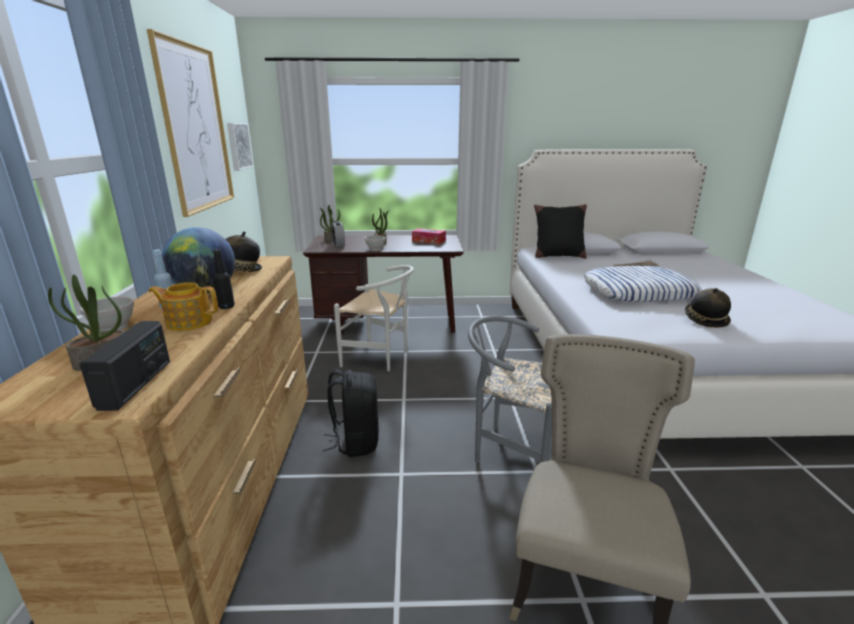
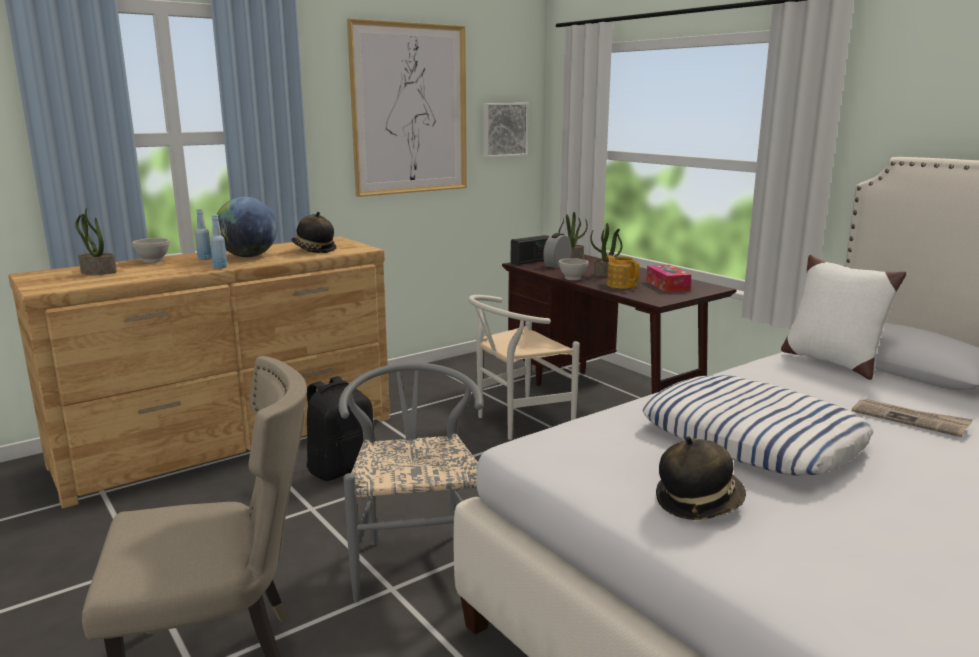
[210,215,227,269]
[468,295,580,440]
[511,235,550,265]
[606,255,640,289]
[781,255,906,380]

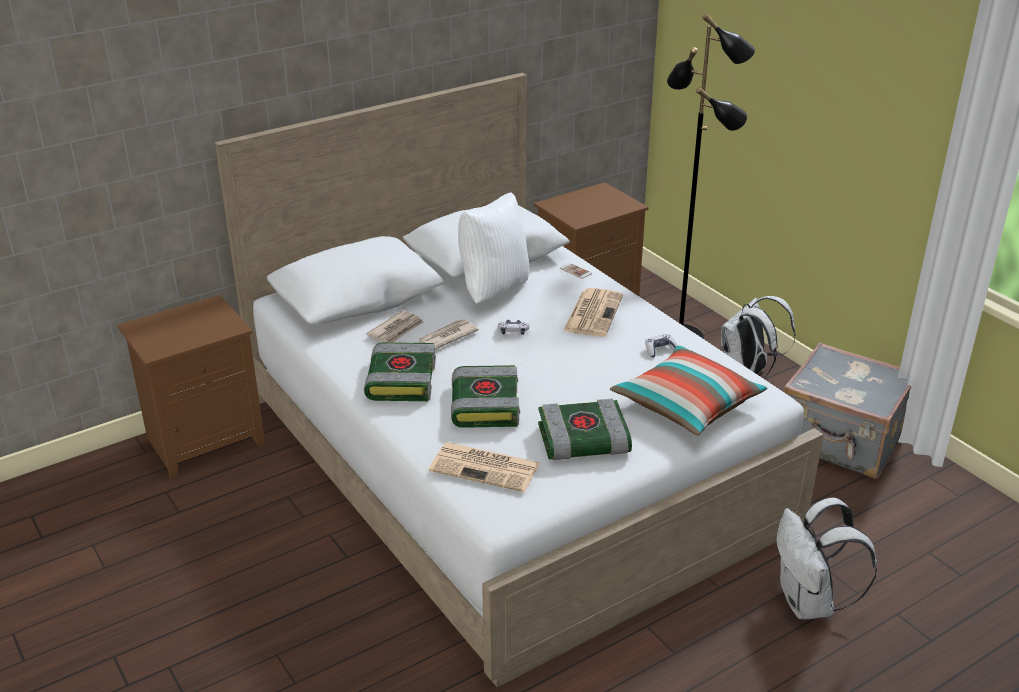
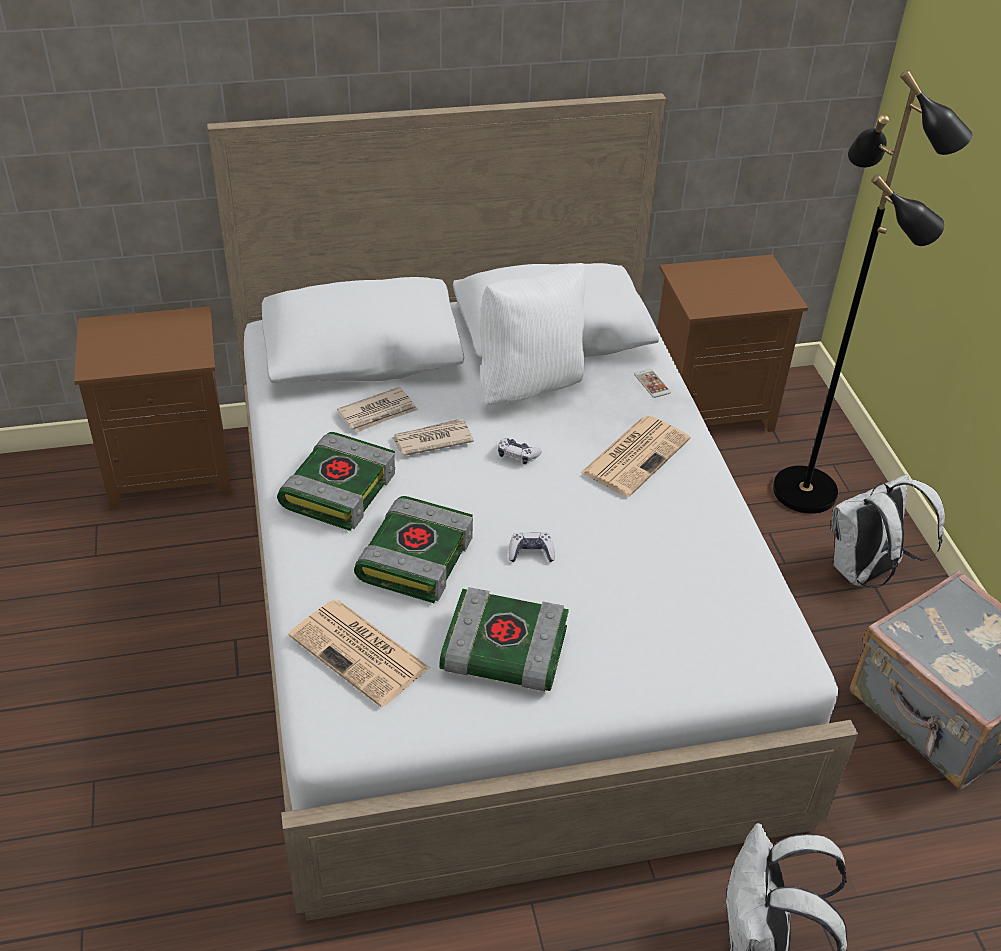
[509,532,555,562]
[610,345,768,435] (first image)

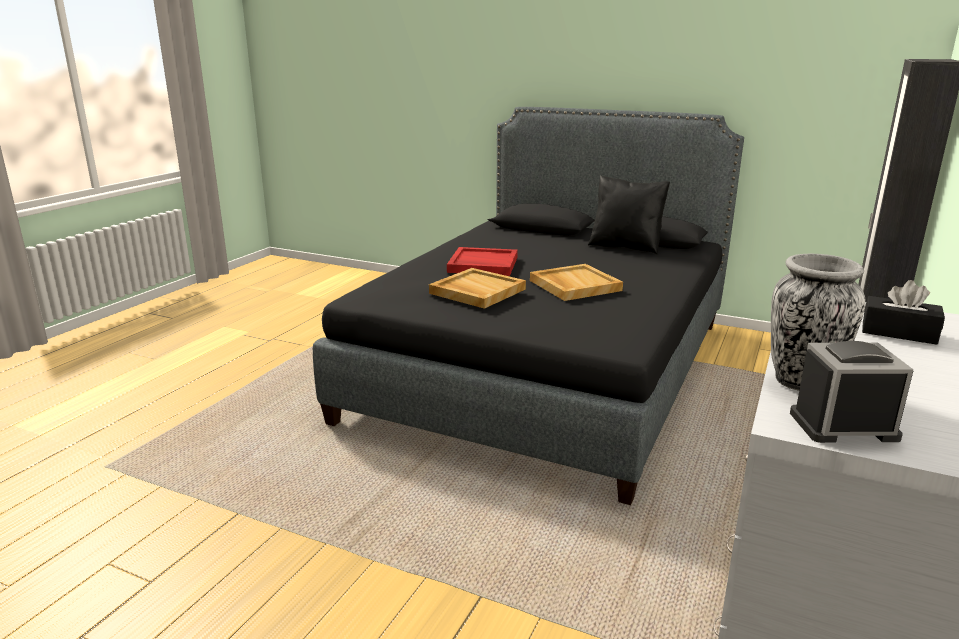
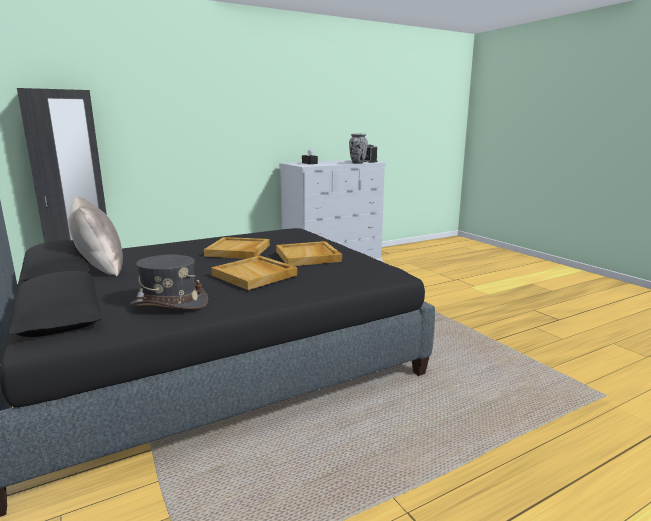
[68,197,123,277]
[130,255,208,309]
[211,255,297,290]

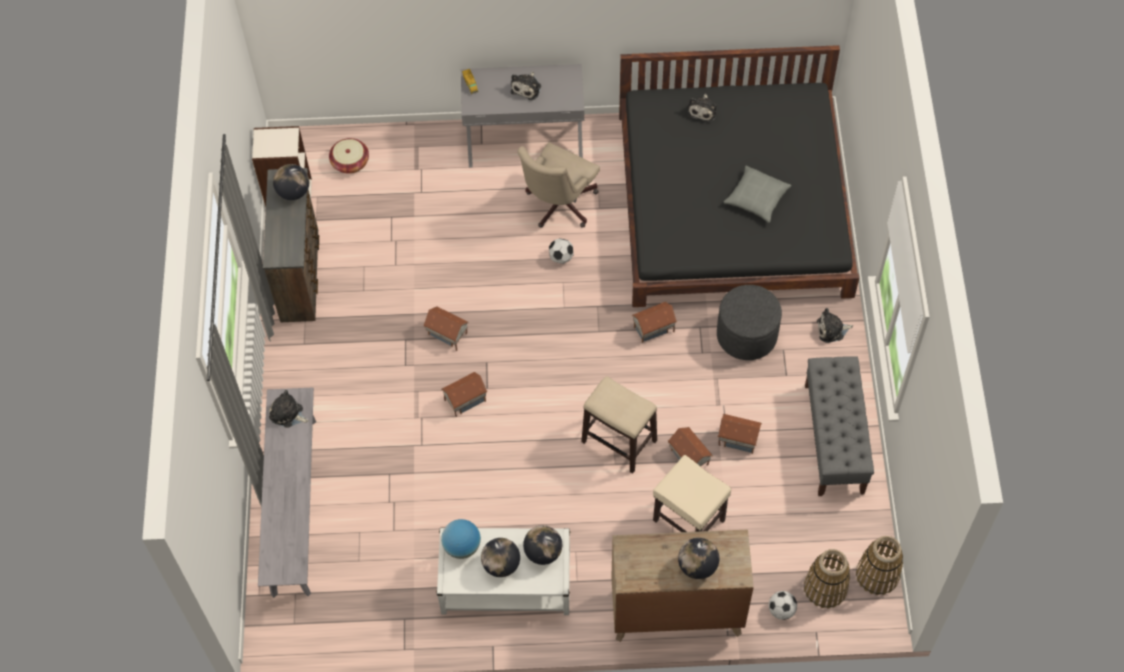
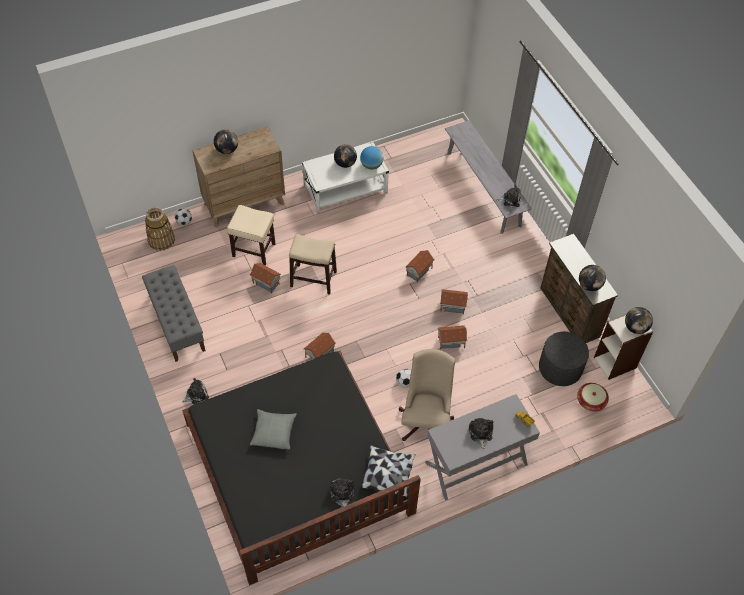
[360,445,416,497]
[438,325,468,349]
[539,332,589,386]
[625,307,653,334]
[856,536,903,595] (first image)

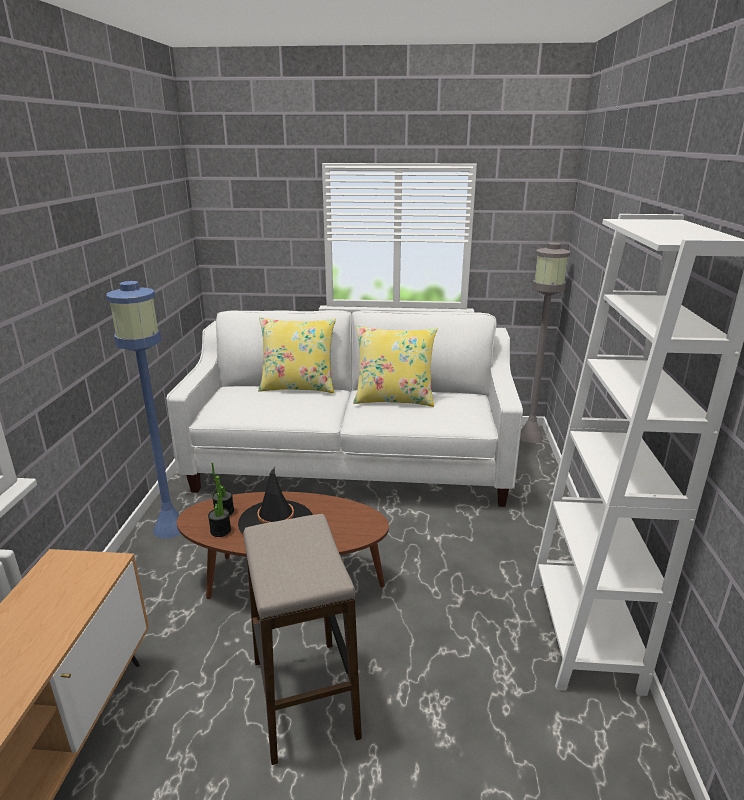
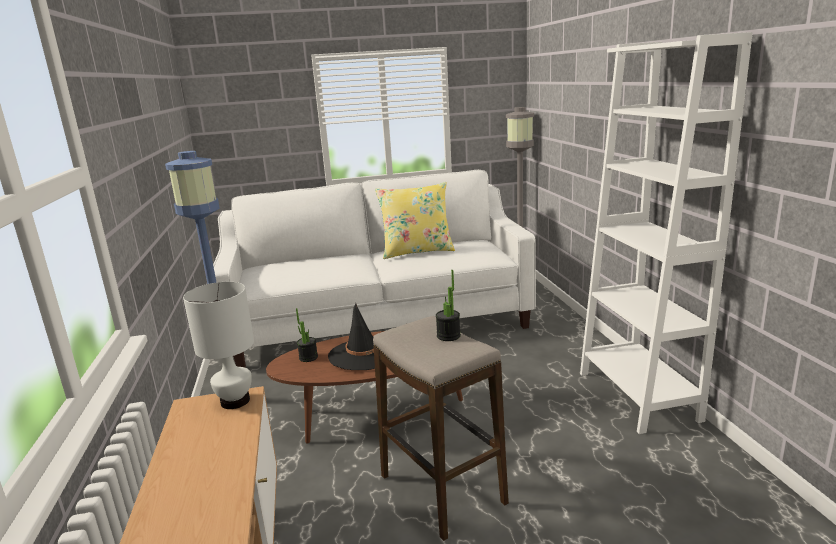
[183,282,254,409]
[436,270,461,341]
[258,317,336,393] (first image)

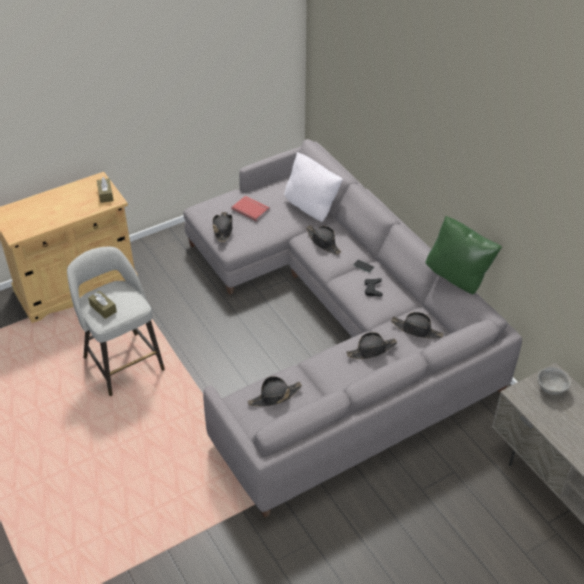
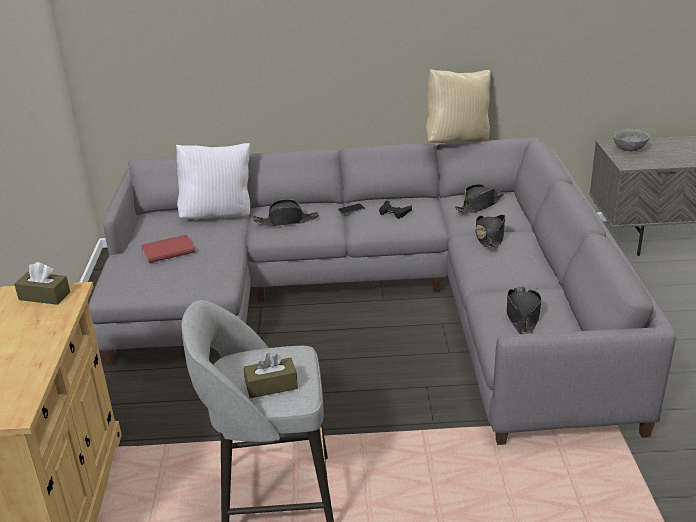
[426,69,491,143]
[212,212,232,242] (first image)

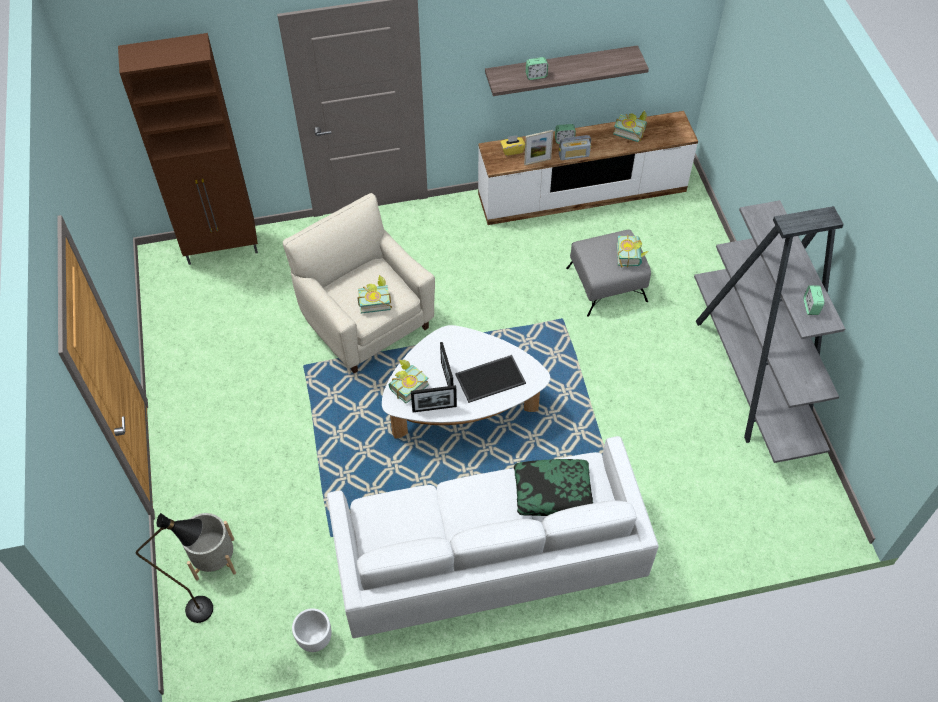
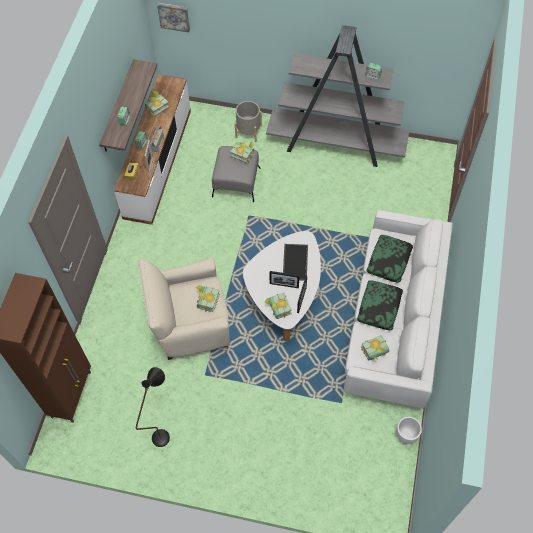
[136,367,170,447]
[157,3,190,32]
[235,101,262,142]
[357,280,403,330]
[361,335,389,360]

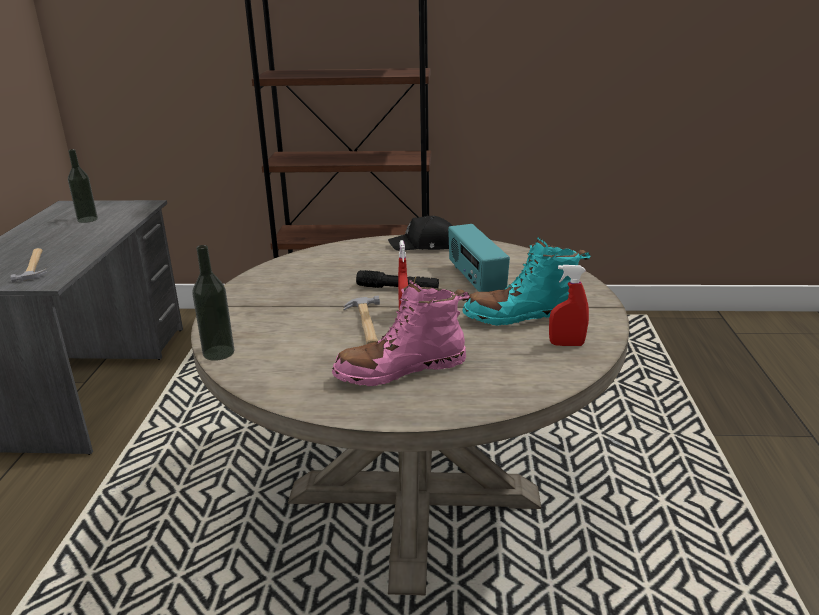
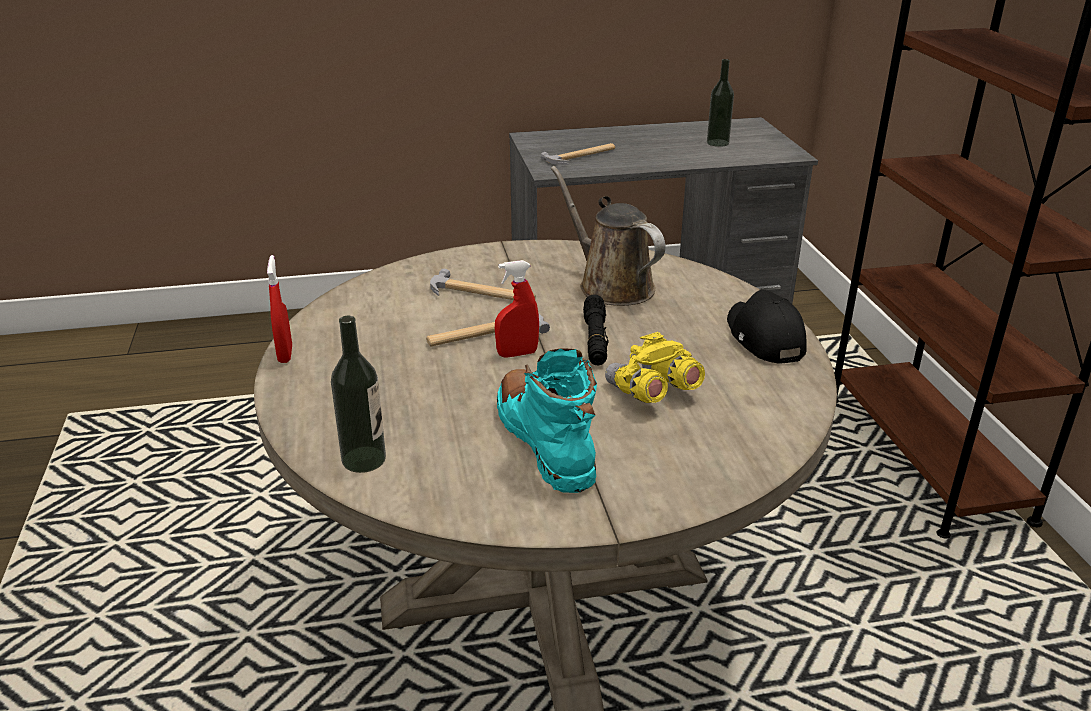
[267,255,292,363]
[331,316,386,473]
[430,269,536,300]
[551,166,665,306]
[605,332,705,403]
[332,280,470,386] (first image)

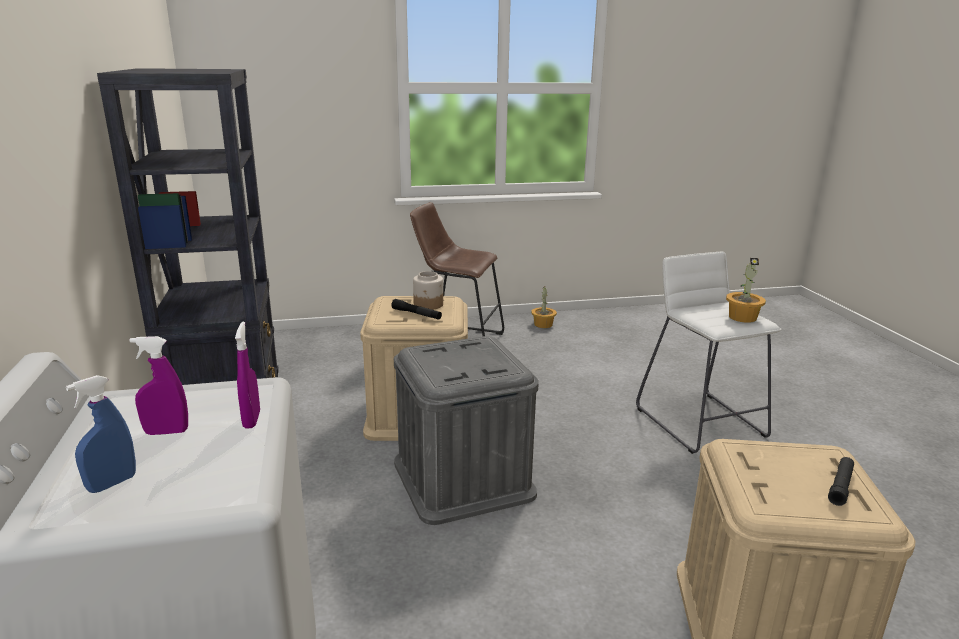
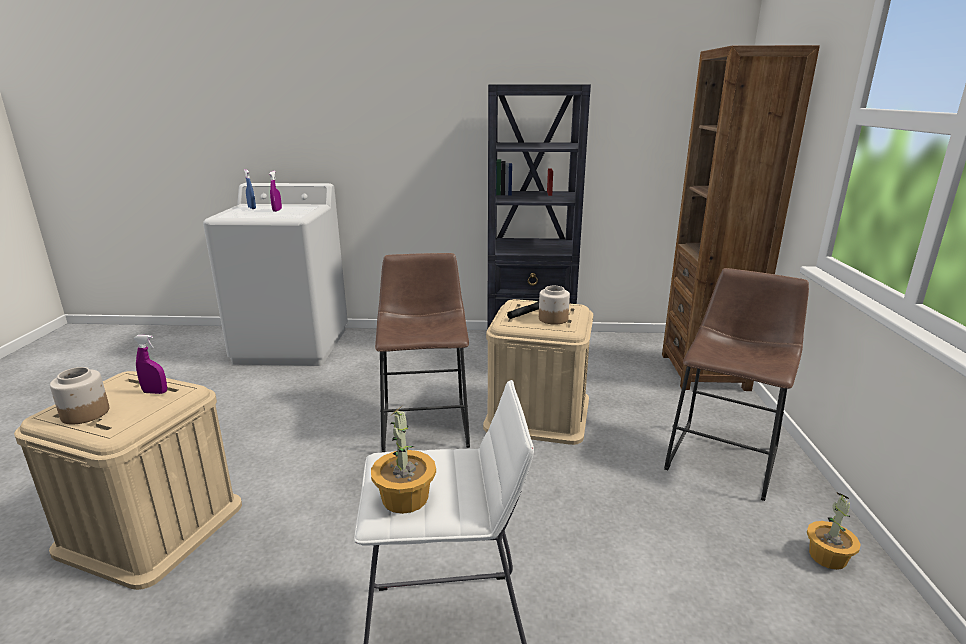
[50,367,109,424]
[133,335,167,394]
[375,253,470,452]
[662,45,820,391]

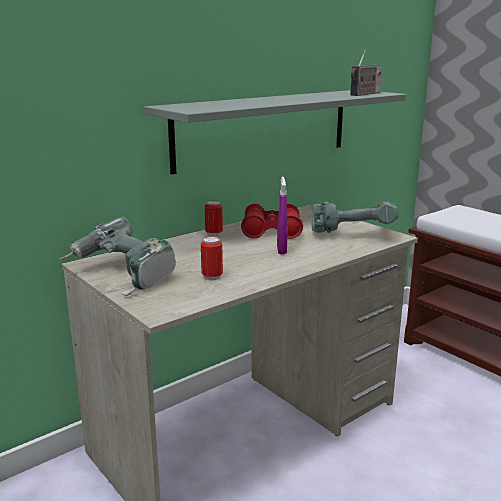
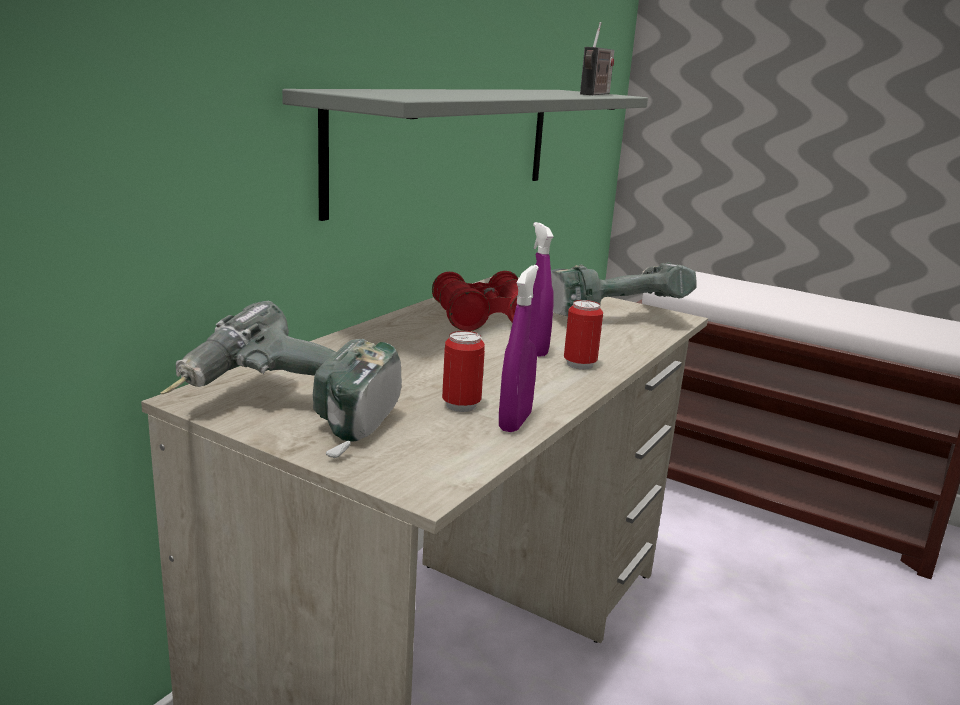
[499,265,539,432]
[564,300,603,370]

